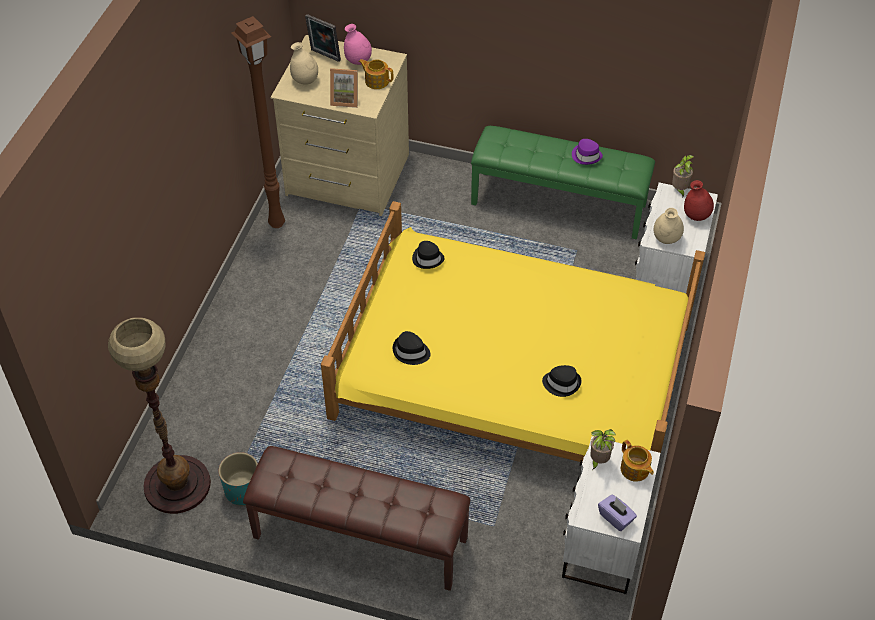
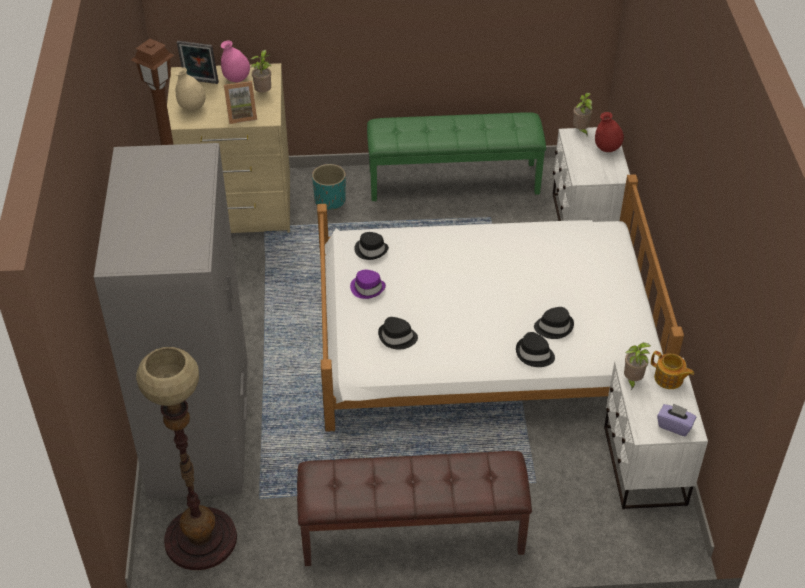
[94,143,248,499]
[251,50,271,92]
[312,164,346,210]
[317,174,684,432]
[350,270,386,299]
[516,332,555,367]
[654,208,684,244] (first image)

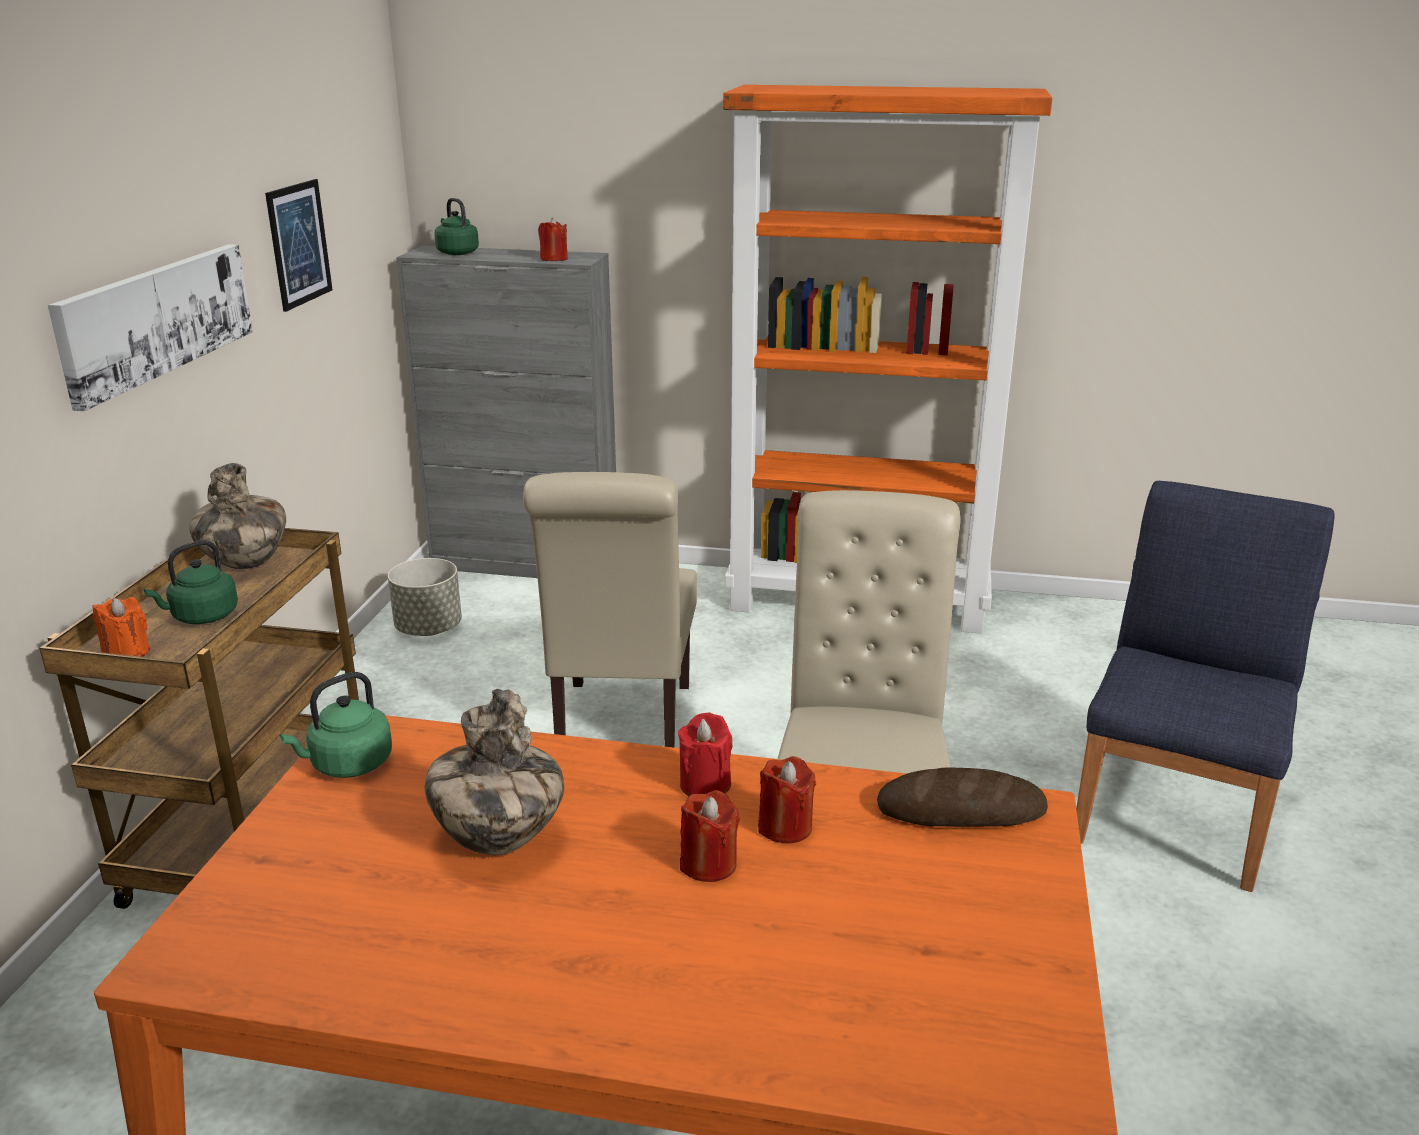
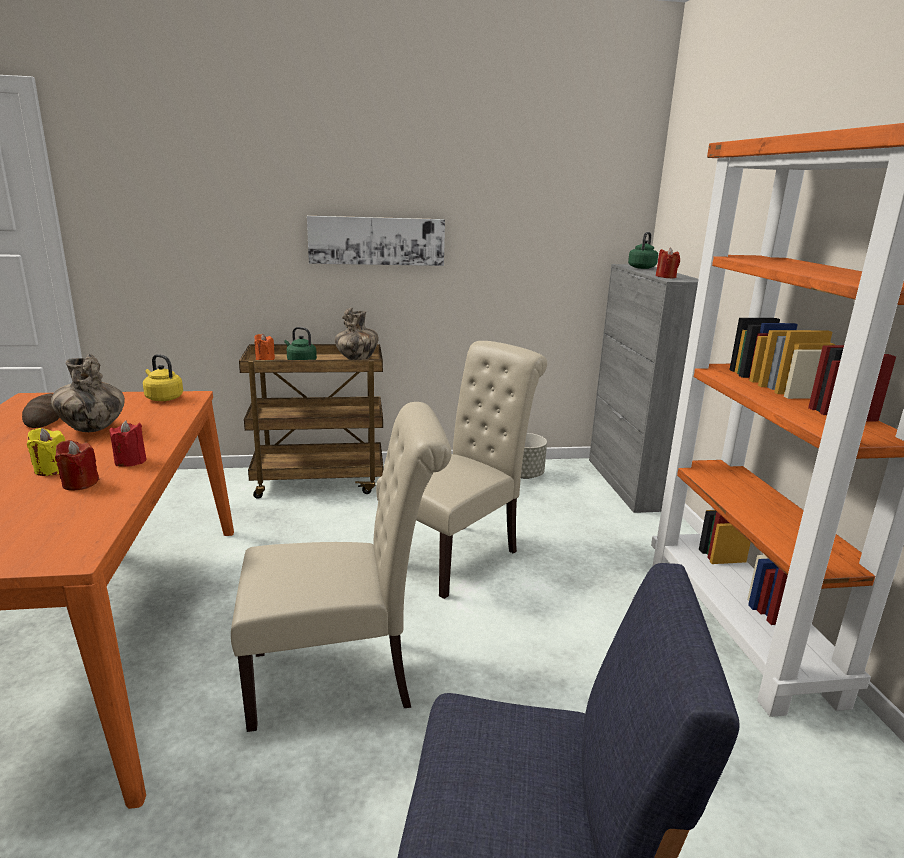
[22,393,60,428]
[27,428,65,476]
[143,354,183,401]
[376,341,547,599]
[265,179,333,312] (first image)

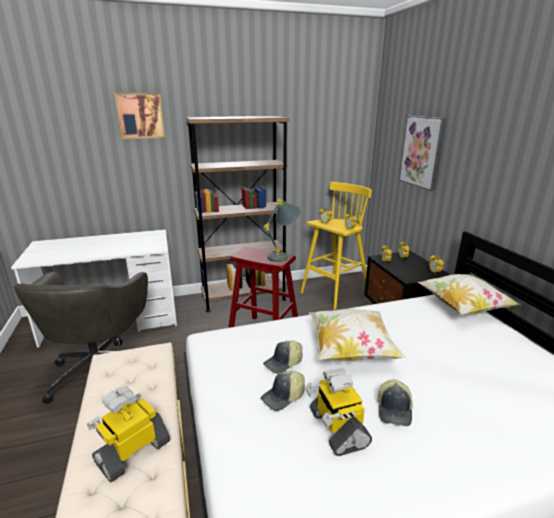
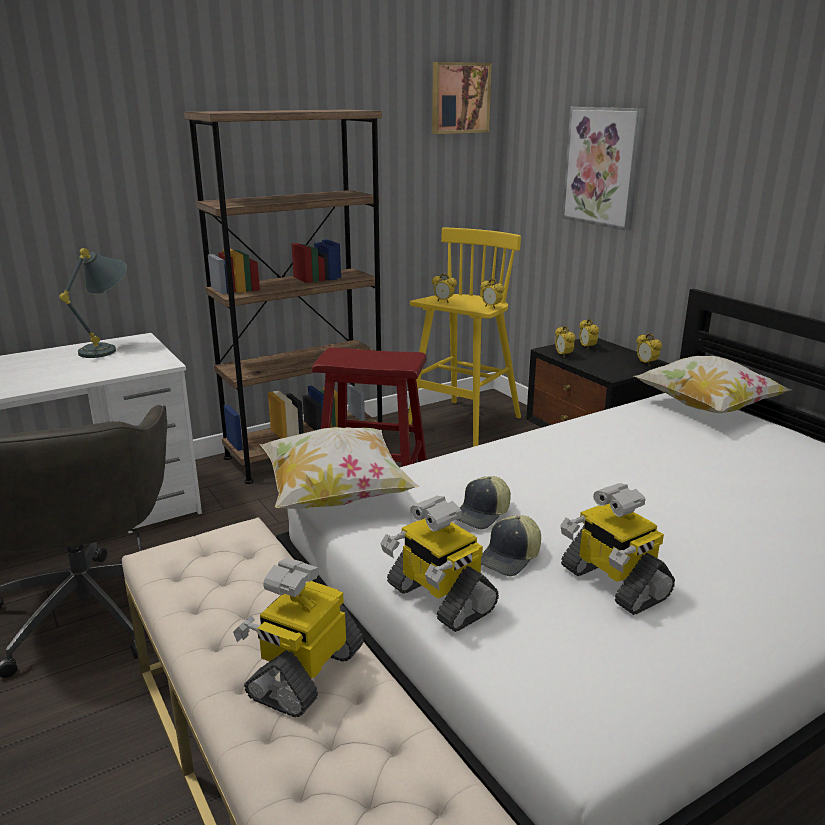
[59,248,127,358]
[259,427,420,509]
[381,496,499,632]
[432,62,492,134]
[378,379,413,426] (first image)

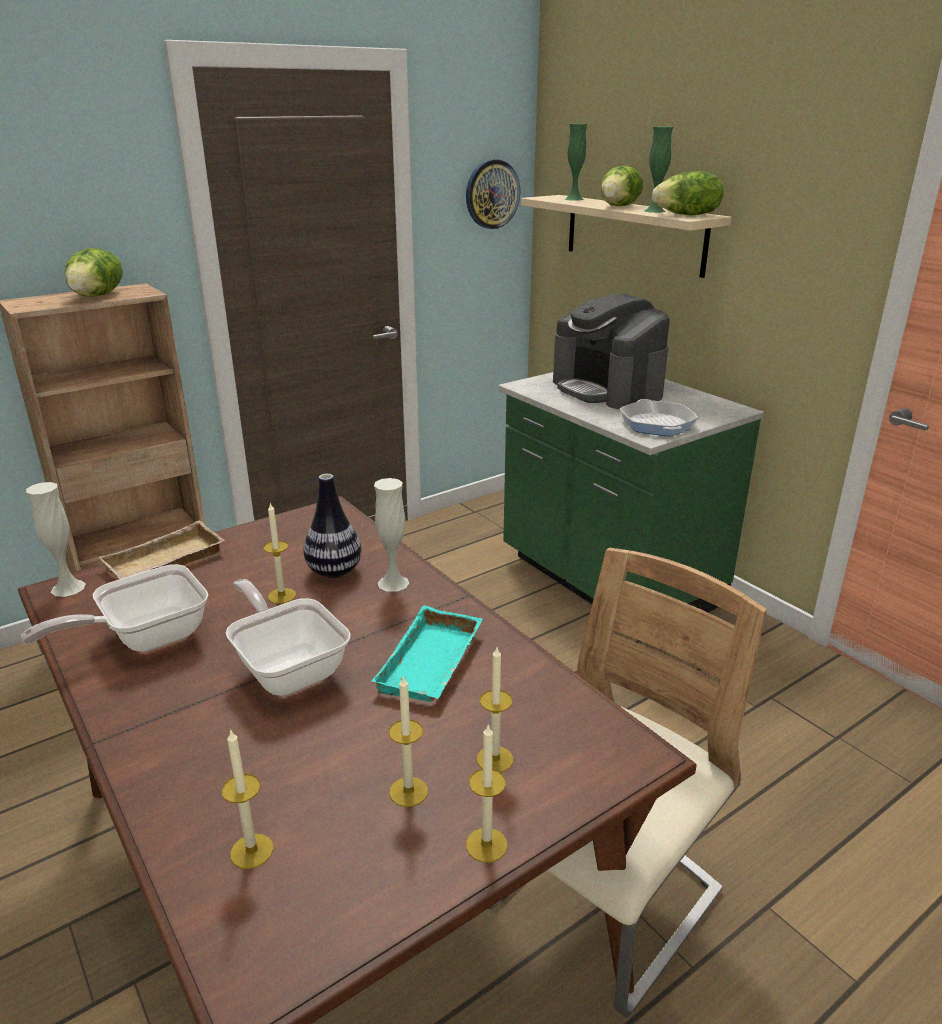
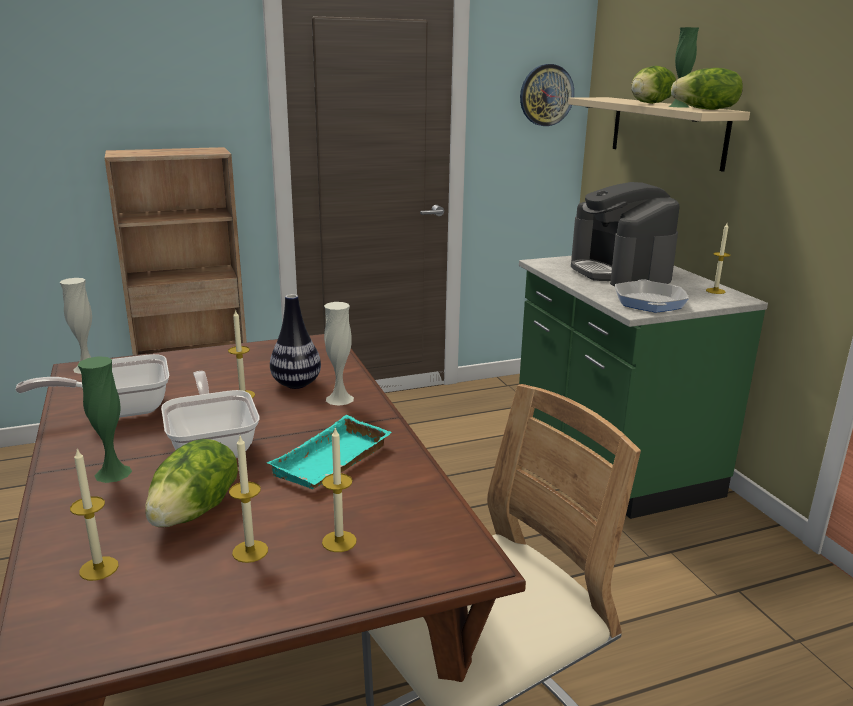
[78,356,132,483]
[145,439,238,527]
[706,223,730,294]
[98,520,225,579] (first image)

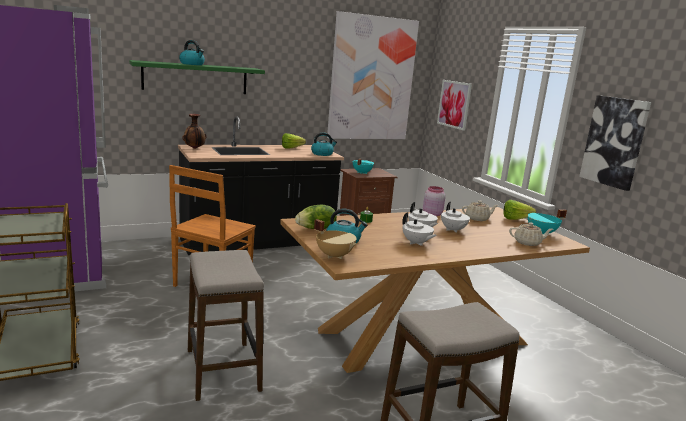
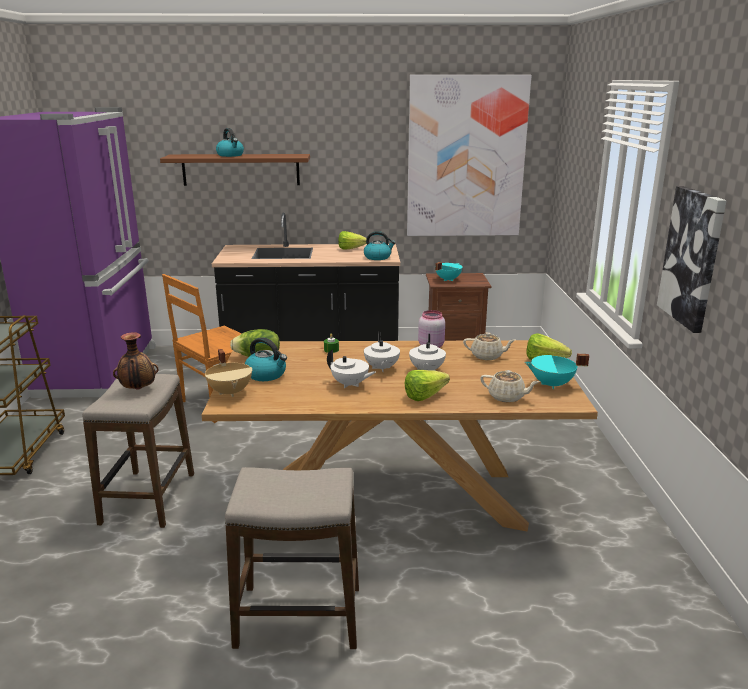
[113,332,158,390]
[160,154,310,186]
[327,349,376,388]
[405,370,450,401]
[437,80,472,131] (first image)

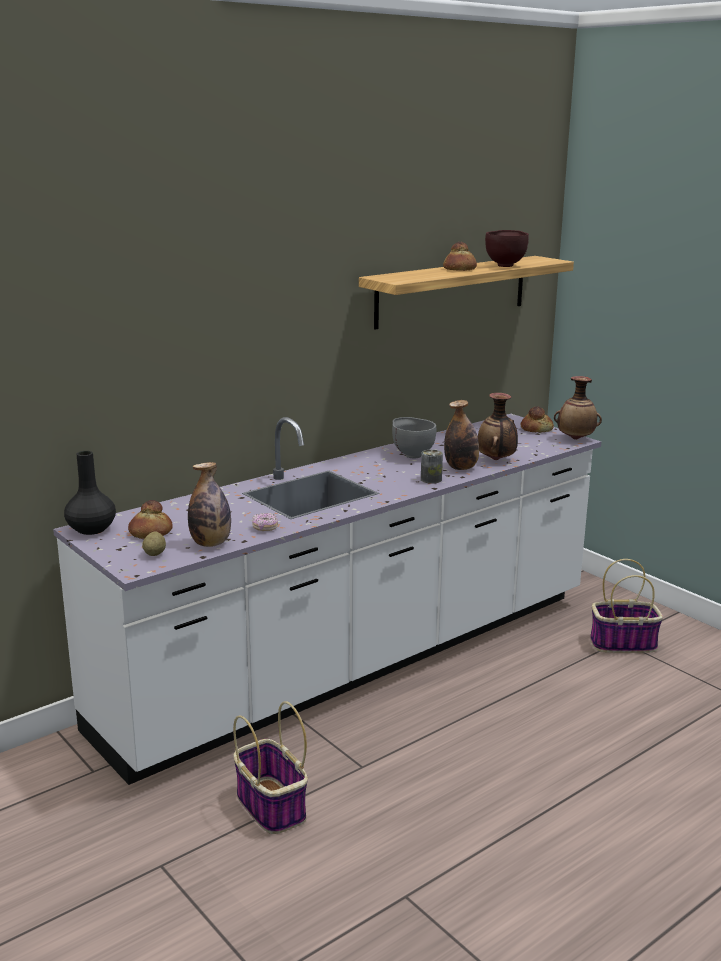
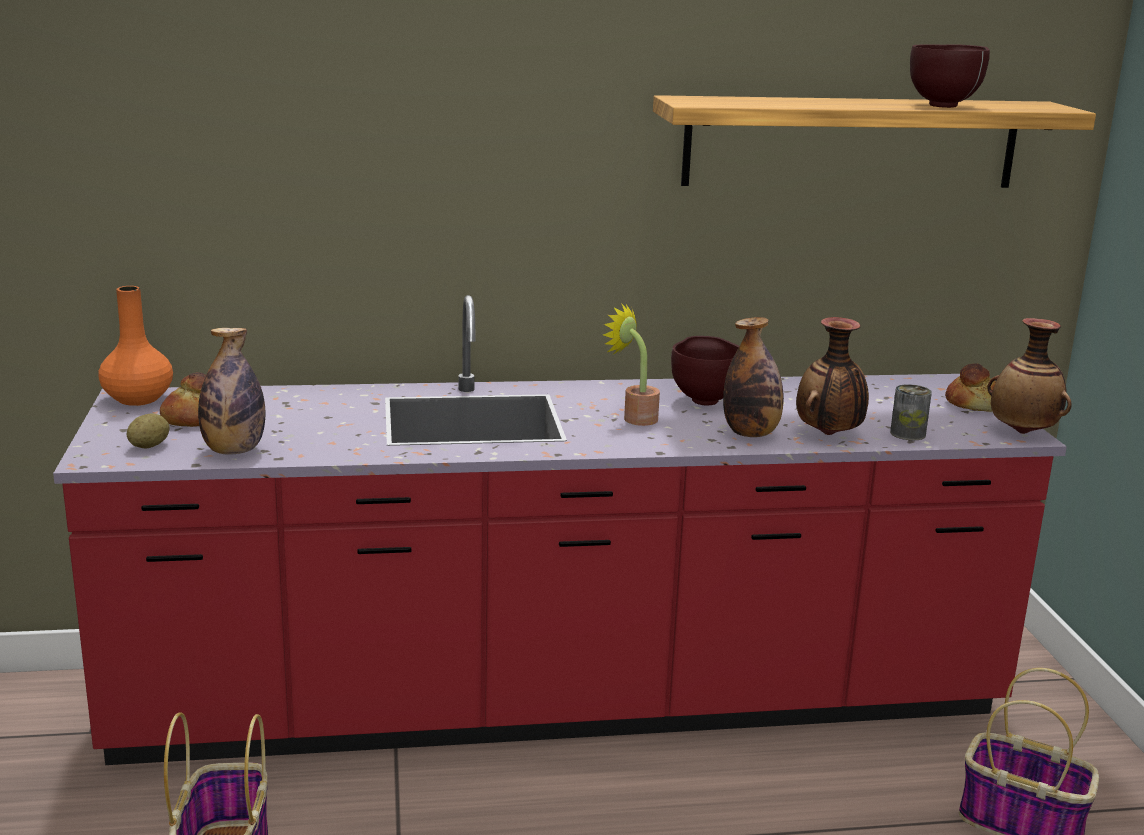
[53,295,1067,765]
[98,286,173,406]
[603,303,660,426]
[671,336,739,405]
[890,384,932,440]
[252,513,278,531] (first image)
[443,242,477,271] (first image)

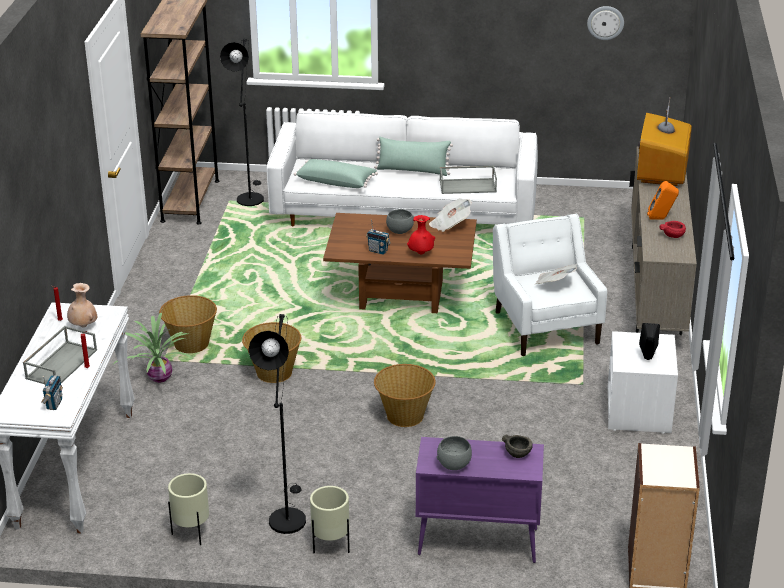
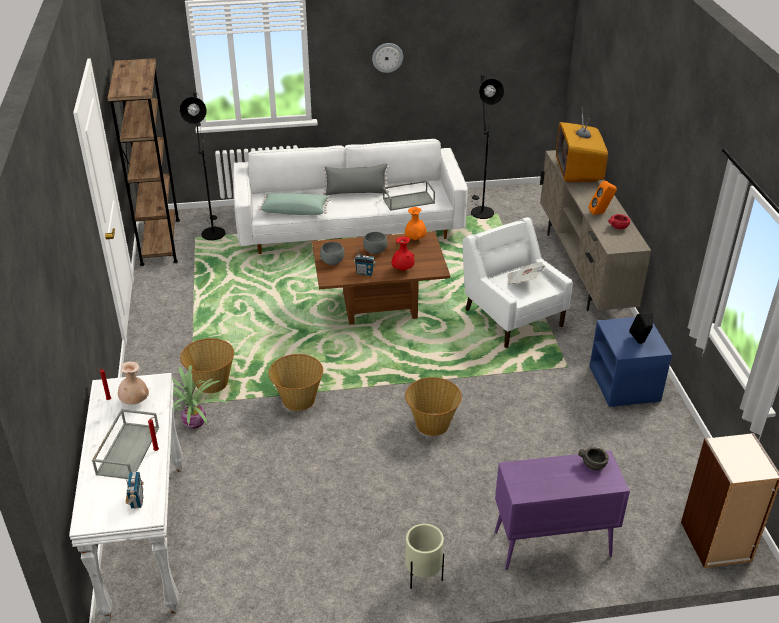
[320,242,344,265]
[323,163,389,195]
[372,43,403,73]
[405,207,427,240]
[469,75,504,219]
[589,317,672,407]
[168,473,209,545] (first image)

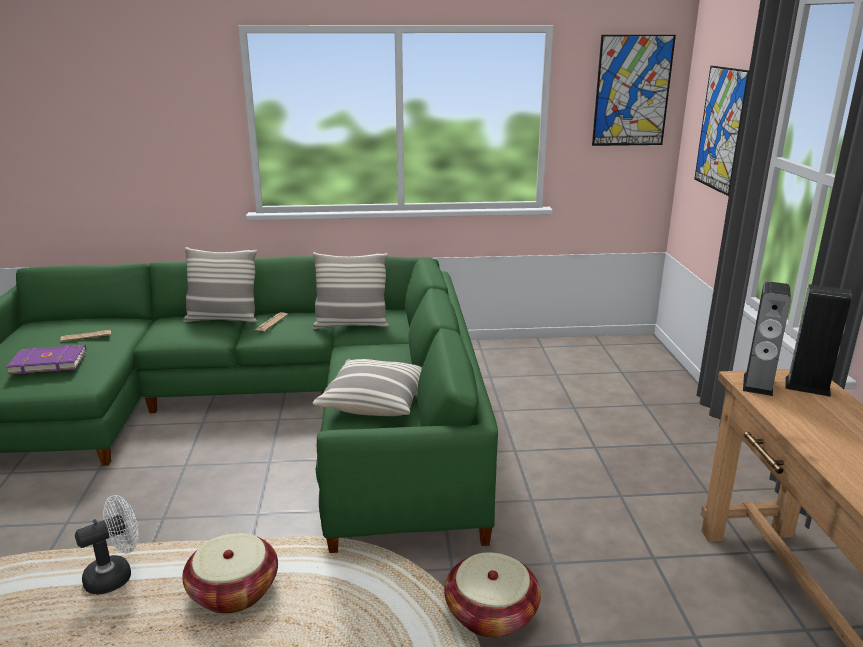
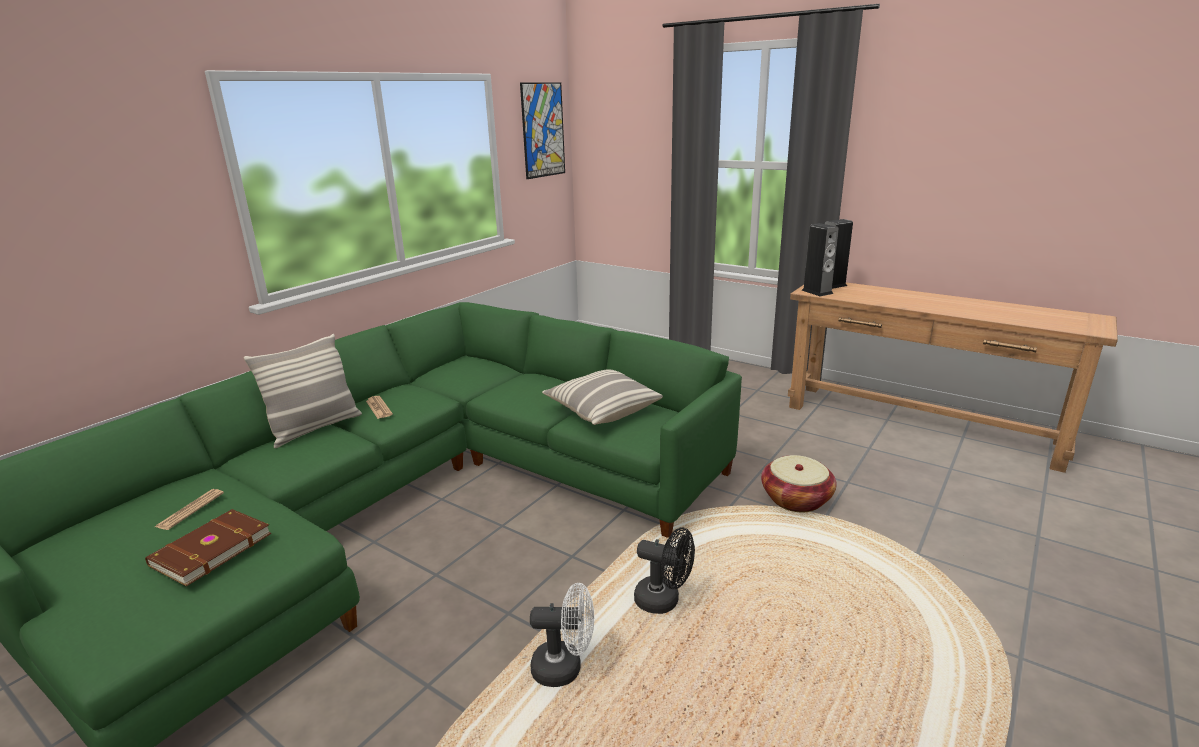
[145,509,272,586]
[530,583,594,687]
[634,527,695,614]
[312,252,389,329] (first image)
[694,66,749,196] (first image)

